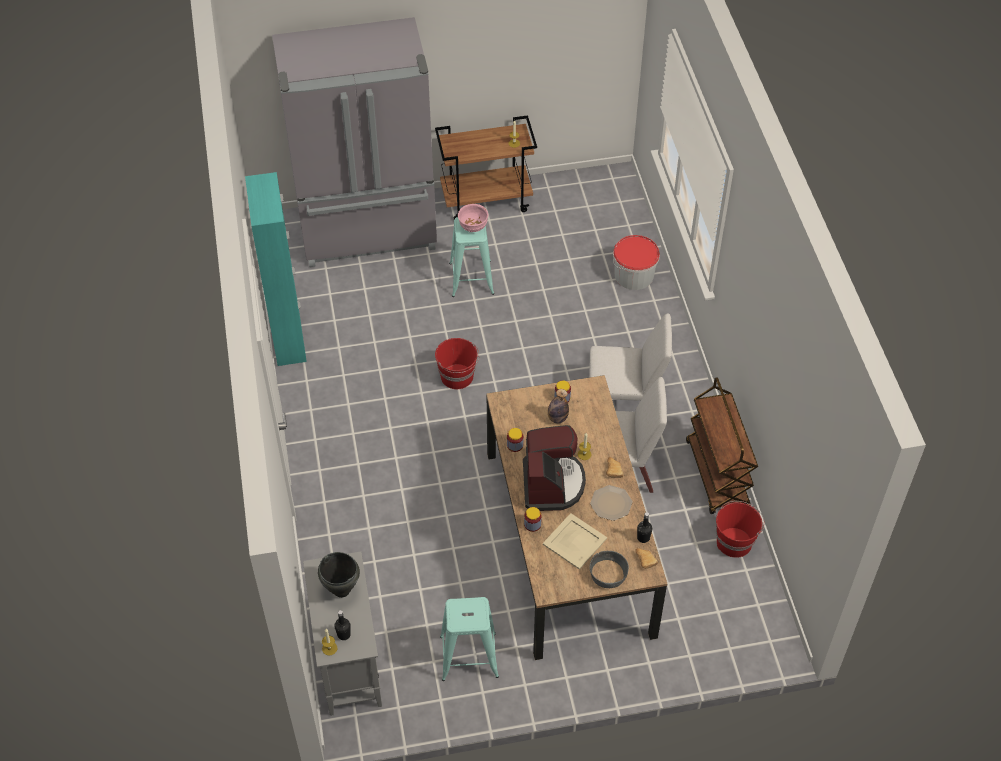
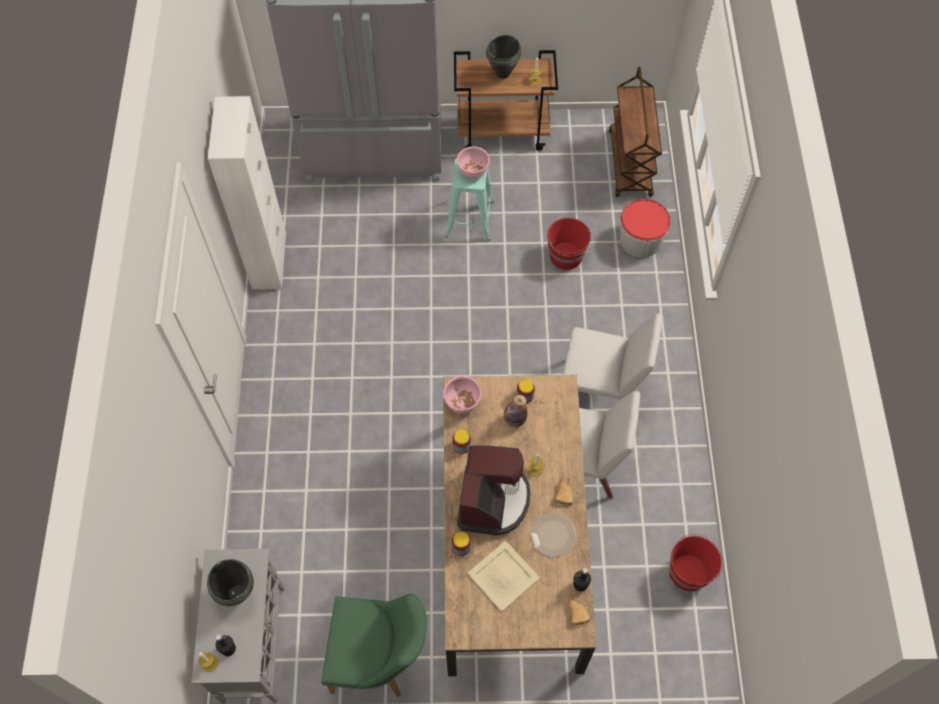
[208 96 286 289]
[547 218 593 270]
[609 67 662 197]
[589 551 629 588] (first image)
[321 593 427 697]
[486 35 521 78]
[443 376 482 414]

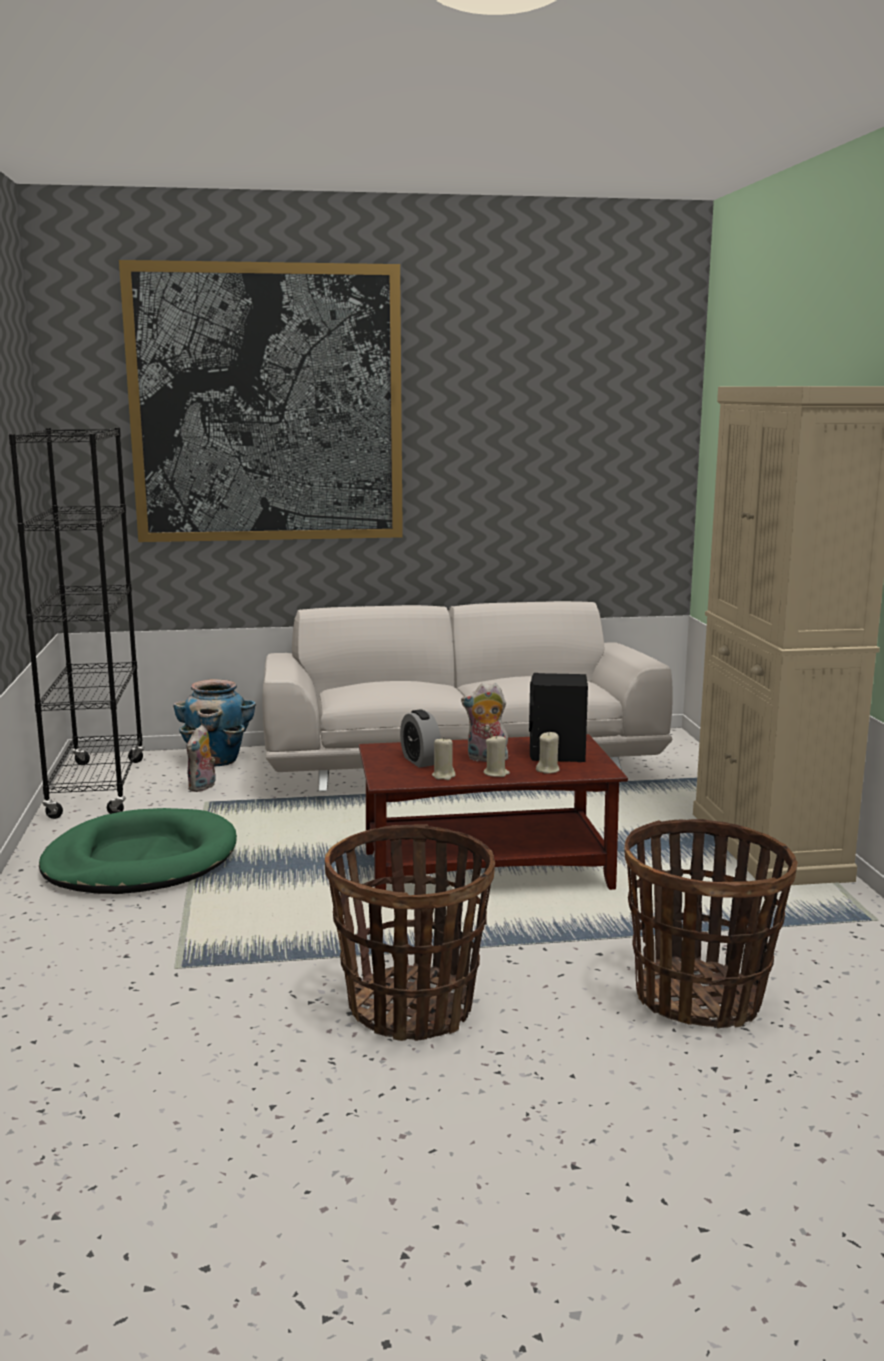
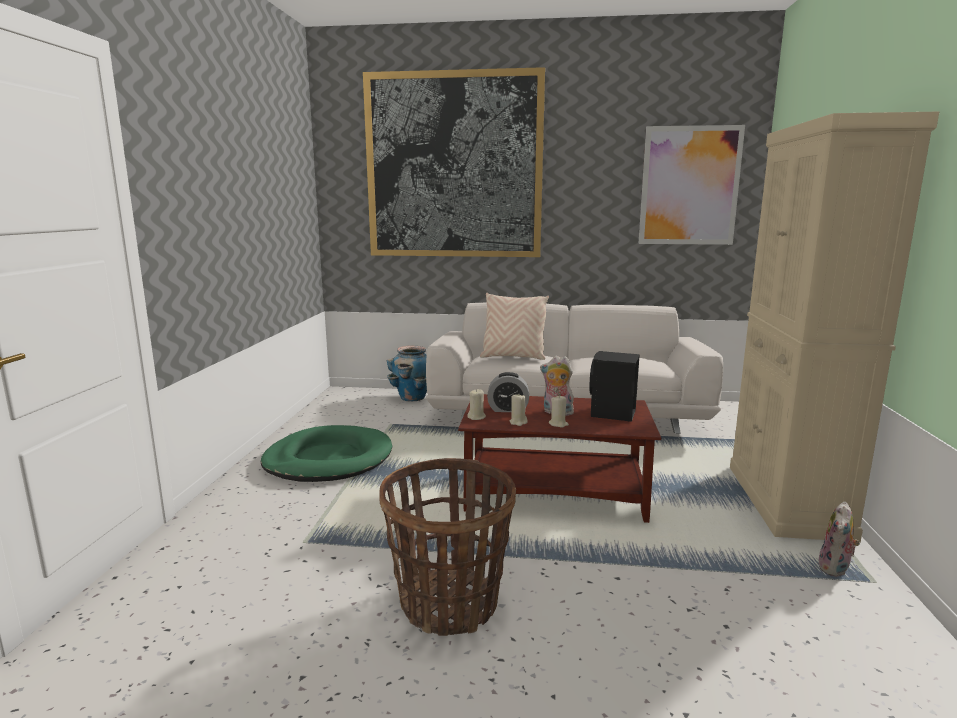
[9 428 145 819] (first image)
[487 372 529 412]
[818 502 860 577]
[467 389 486 420]
[625 819 798 1028] (first image)
[638 125 745 245]
[480 293 549 360]

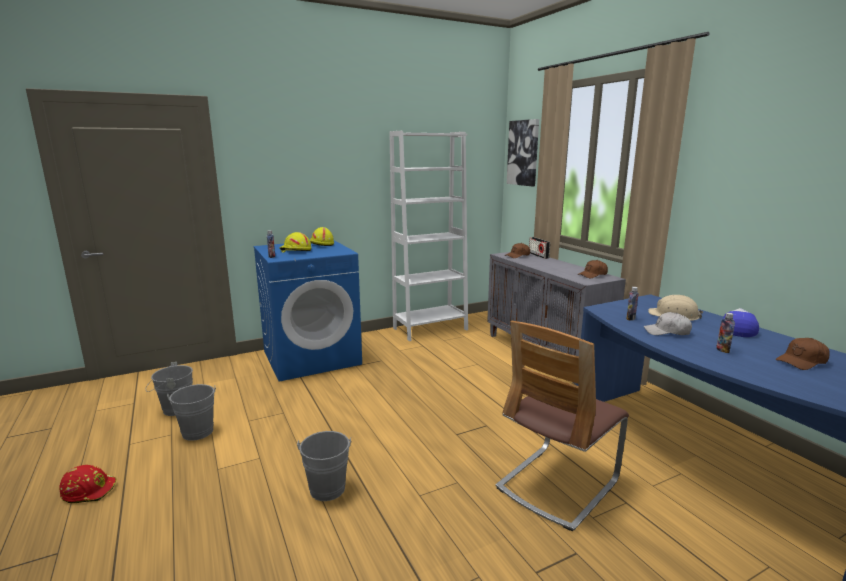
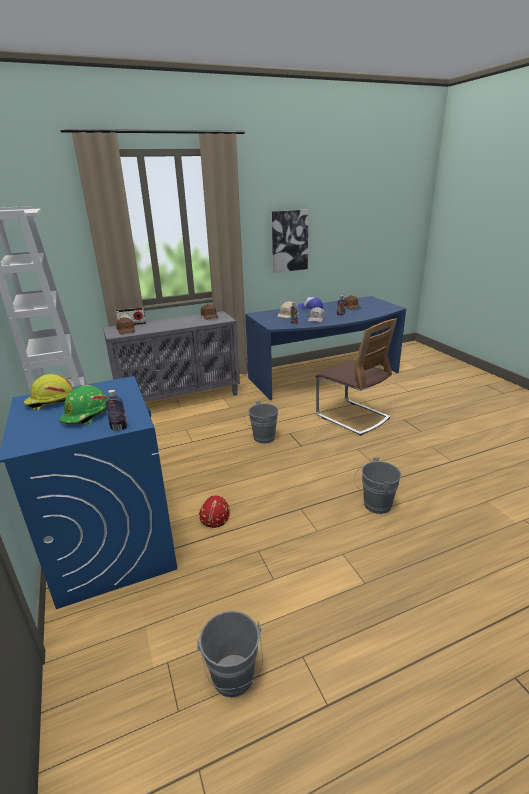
[272 210 309 273]
[59 385 107 425]
[244 401 278 444]
[199 496 230 528]

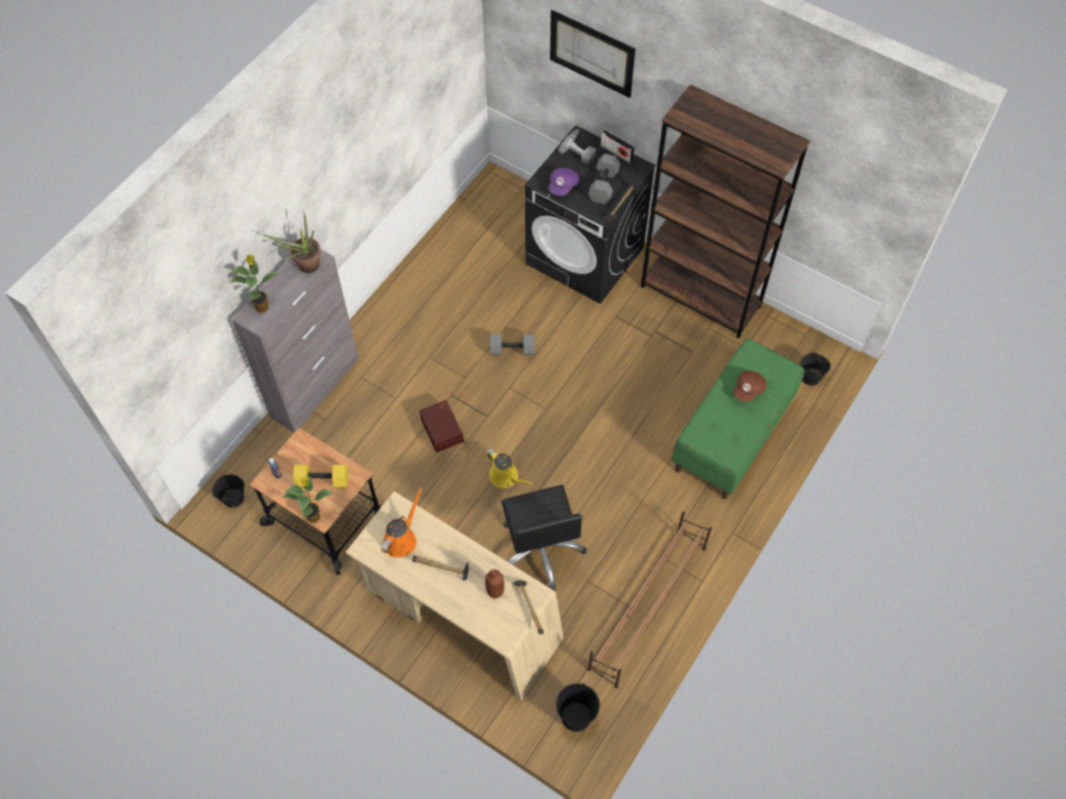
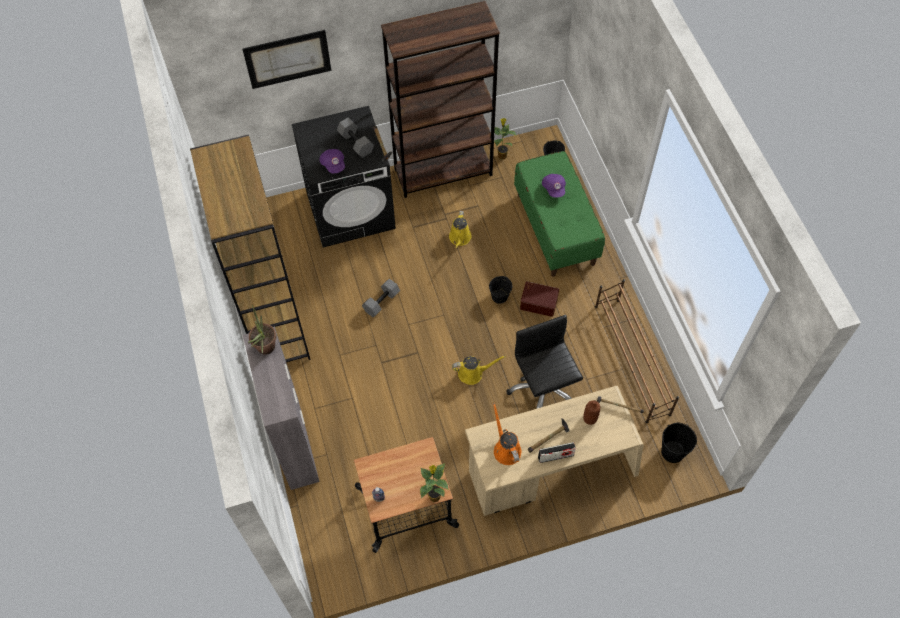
[558 129 596 165] (first image)
[538 442 576 463]
[494 118 516 160]
[542 174 566 198]
[520 281 559 317]
[293 464 349 488] (first image)
[489 276 512 304]
[506 315 583 409]
[190 135 311 362]
[449 211 472 248]

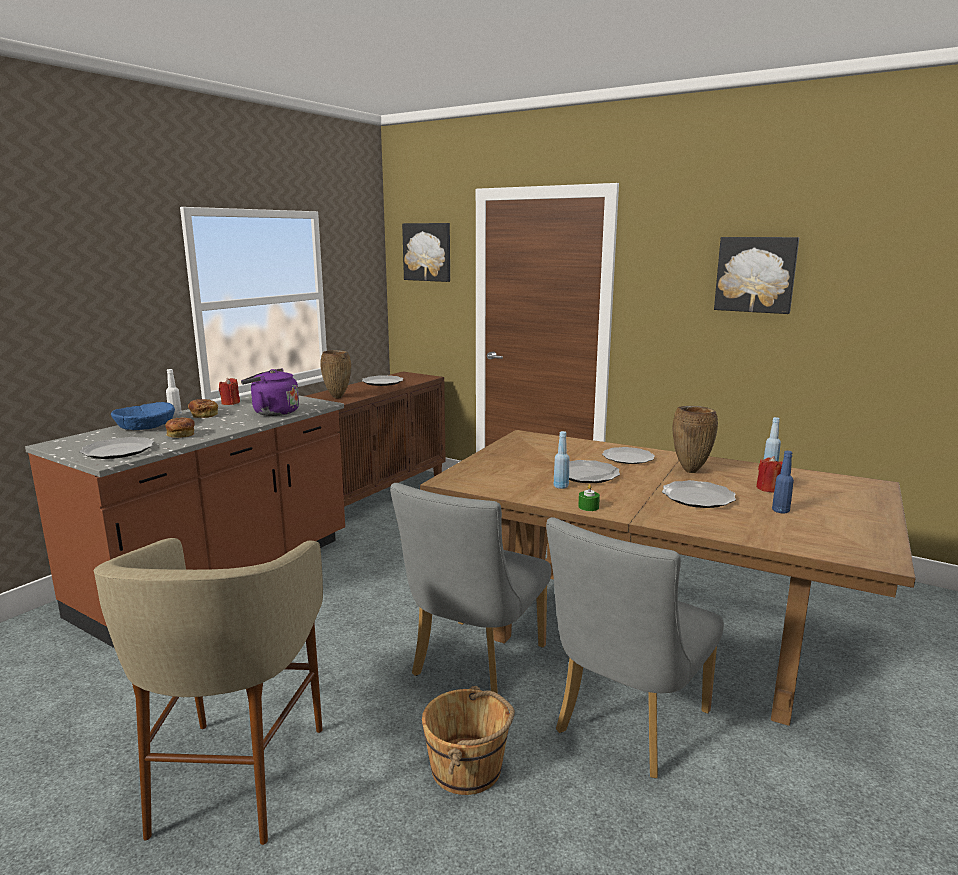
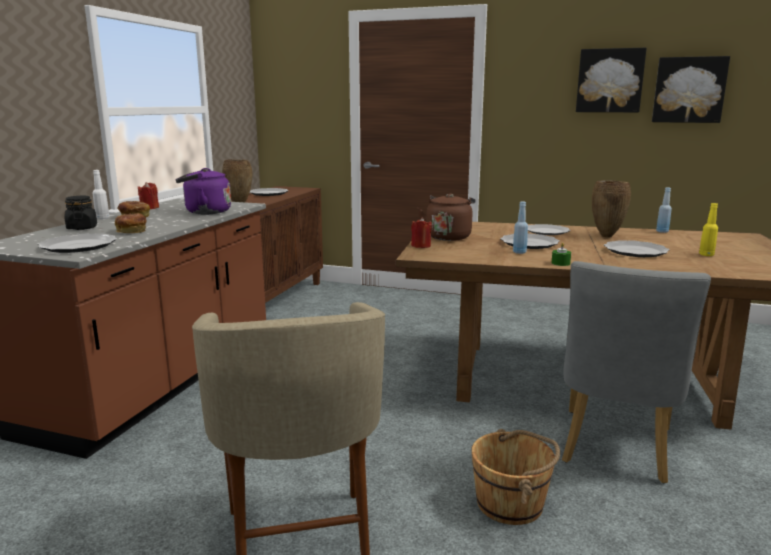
[652 56 730 123]
[64 196 97 230]
[699 203 718 256]
[411 217 432 248]
[390 483 551 694] (first image)
[417 193 476 241]

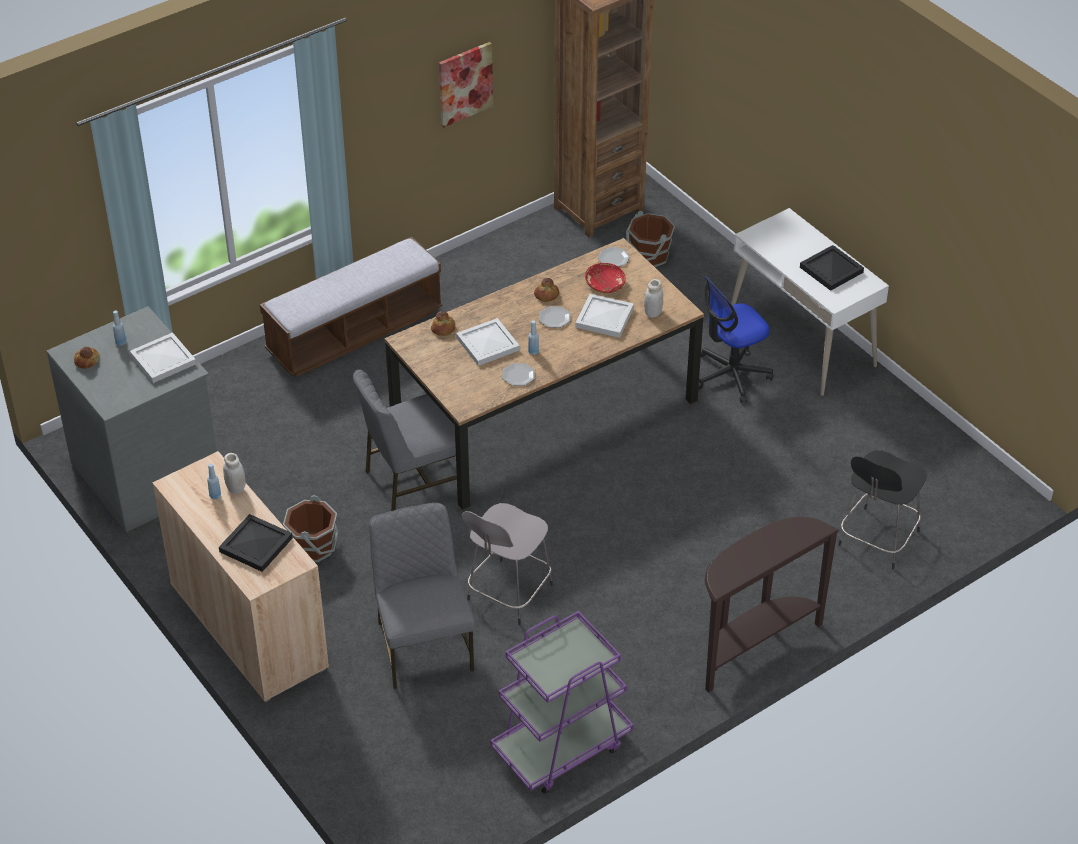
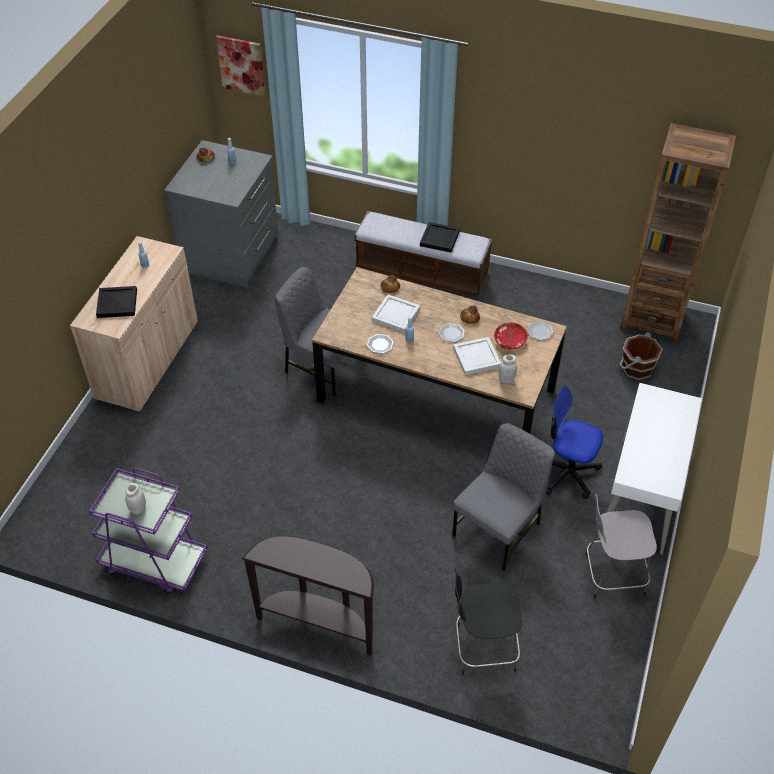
[216 35 266 97]
[420 222 460 252]
[130 332 196 383] (first image)
[125 483 146 515]
[283 495 339 563] (first image)
[452 423 555 571]
[585 494 657 598]

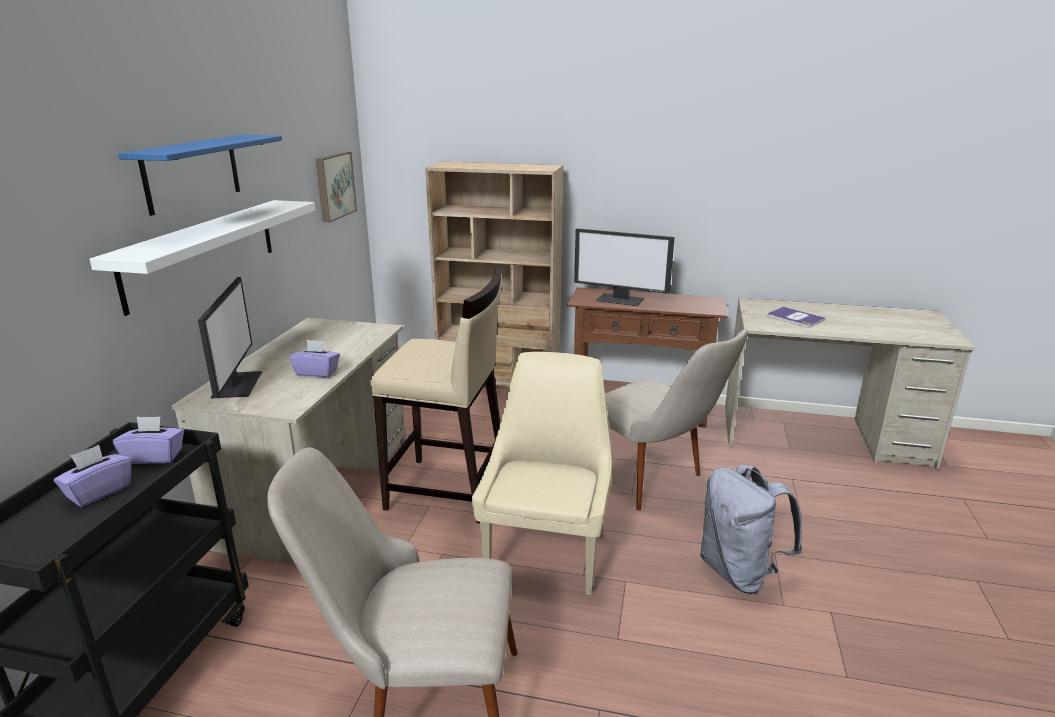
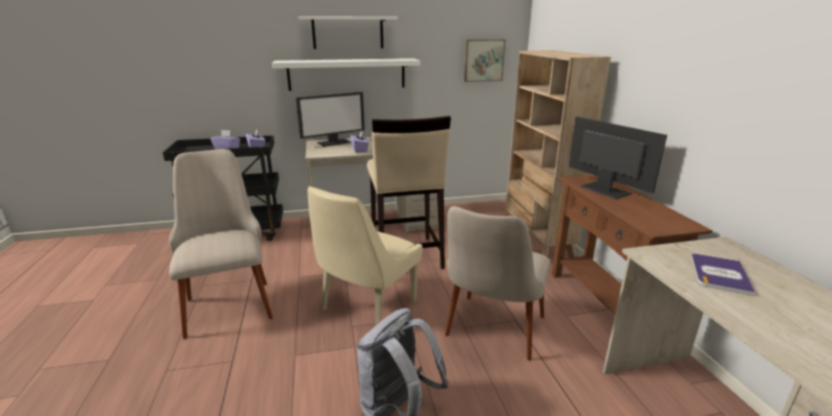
[299 16 398 49]
[568 117 667 199]
[307 186 422 326]

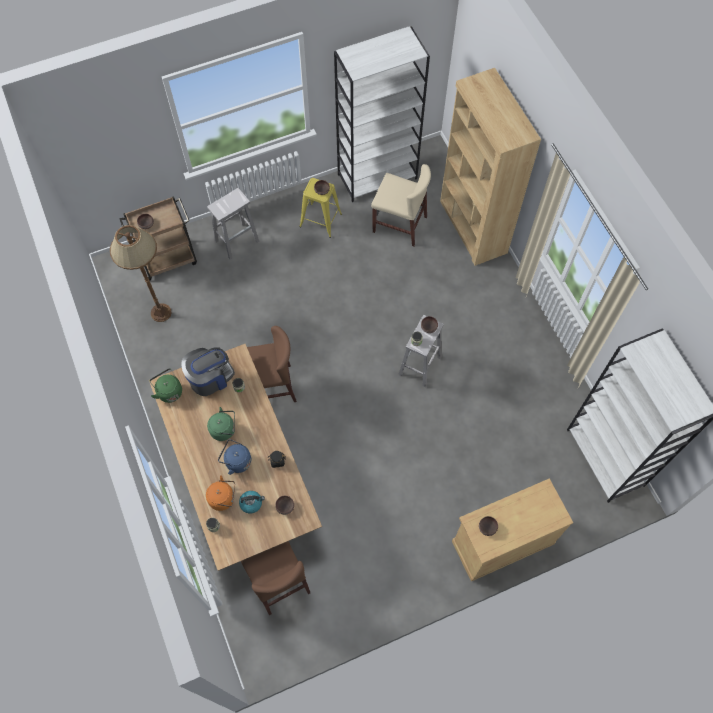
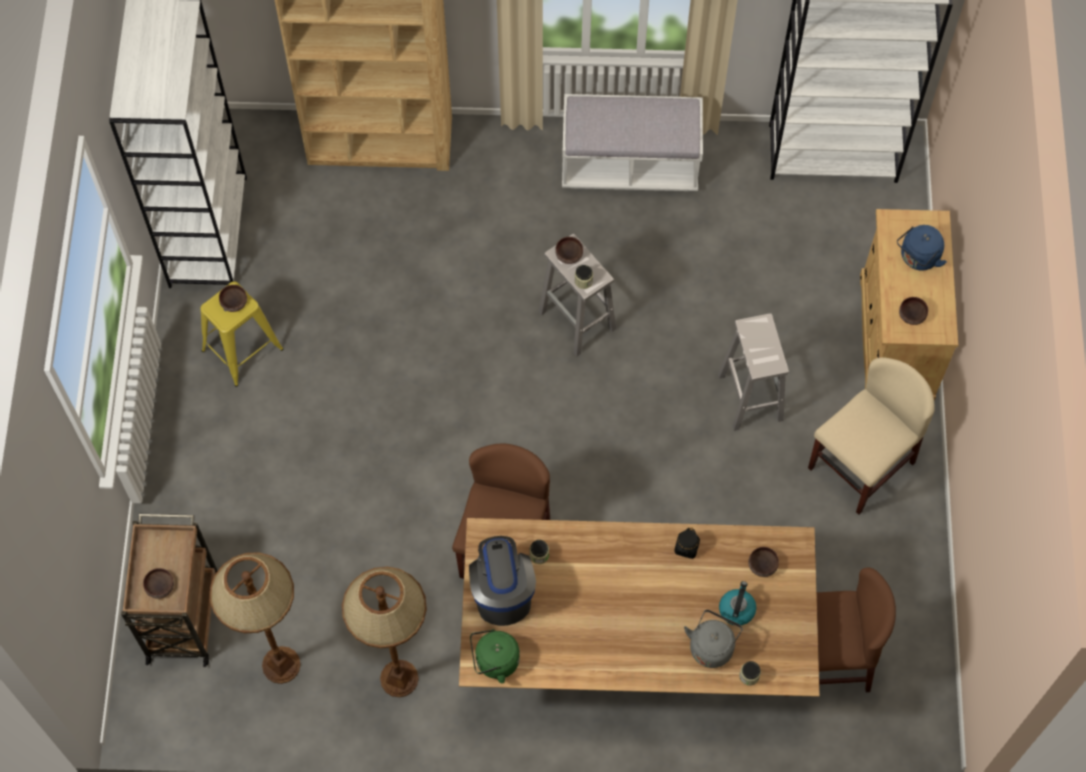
[808 357 935 515]
[718 313 789 431]
[207 407 235 441] (first image)
[897 225 947 271]
[684 610 743 668]
[562 94 703 191]
[342 567 427 697]

